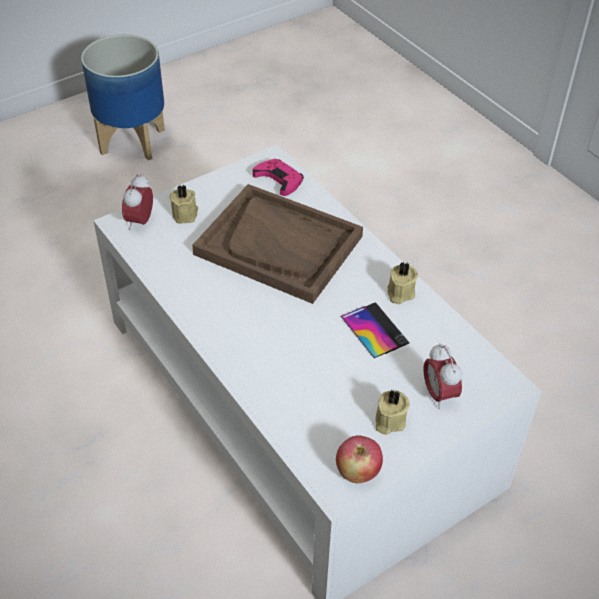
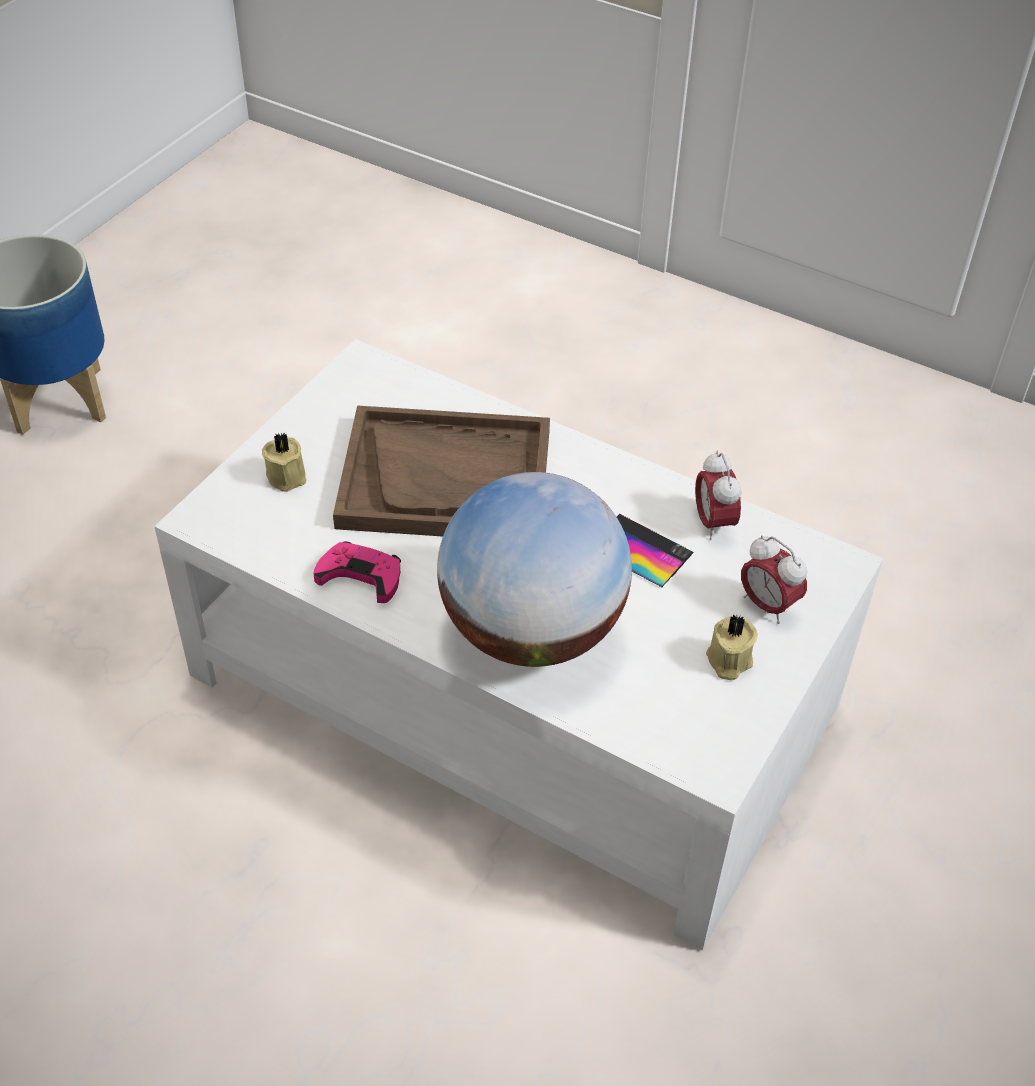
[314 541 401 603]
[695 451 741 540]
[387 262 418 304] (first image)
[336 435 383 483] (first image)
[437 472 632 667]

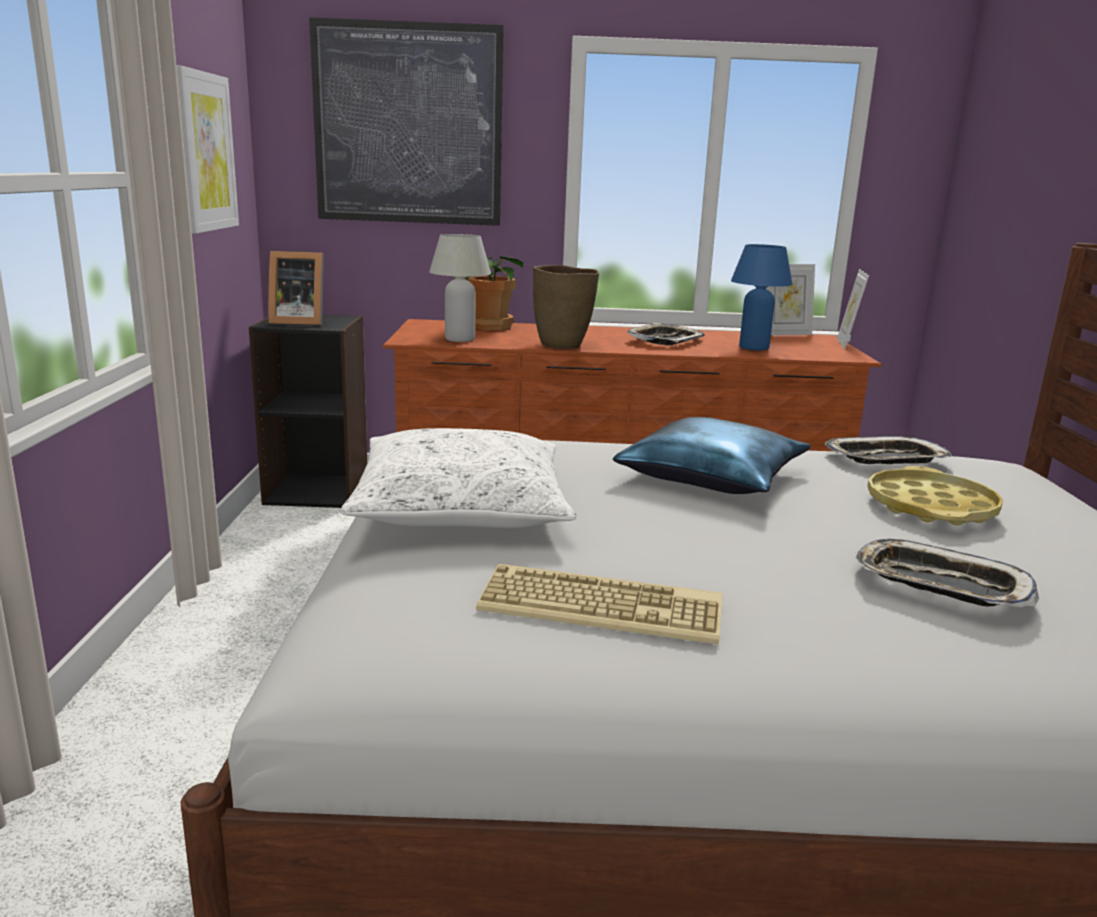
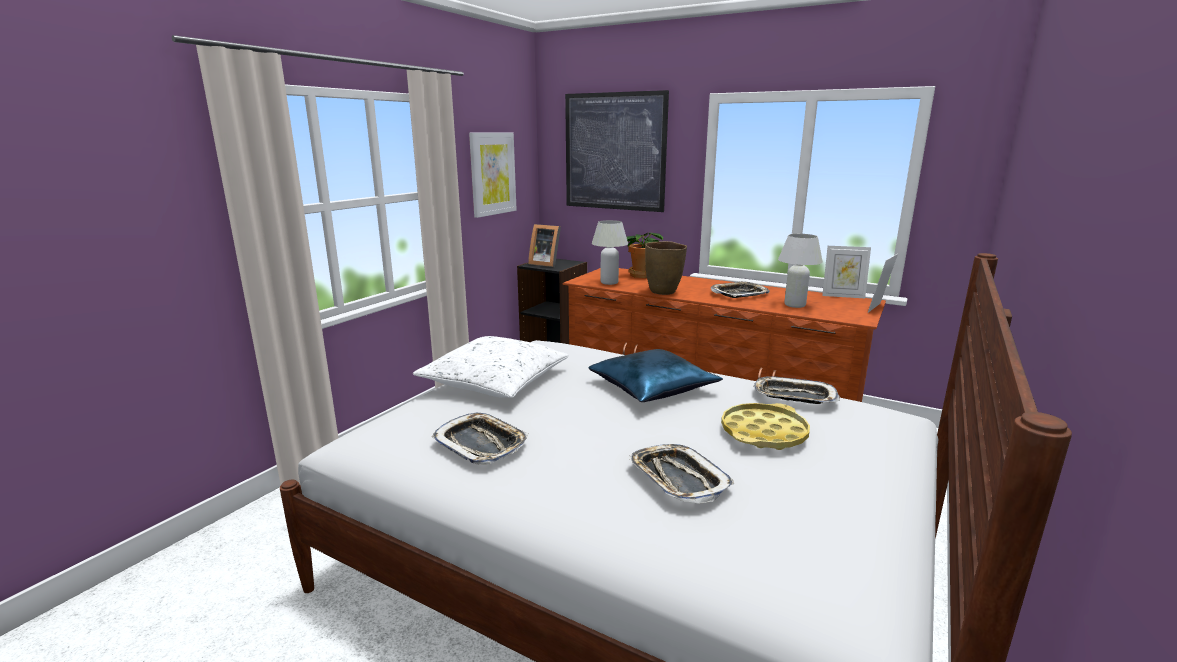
[778 234 823 308]
[432 413 529 465]

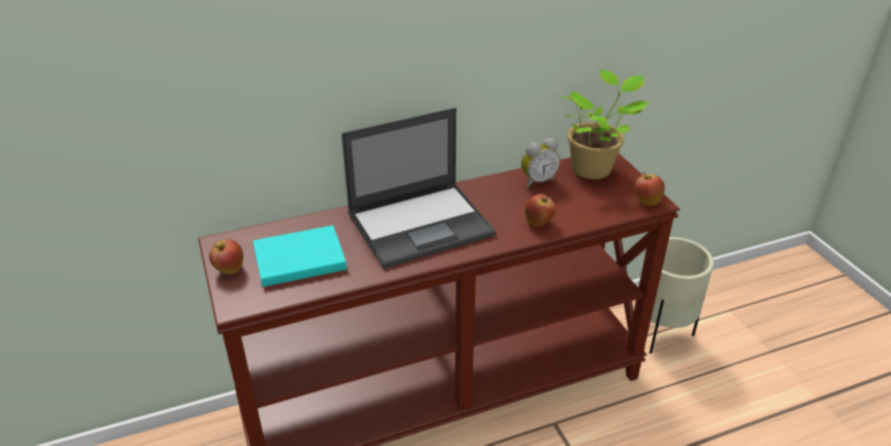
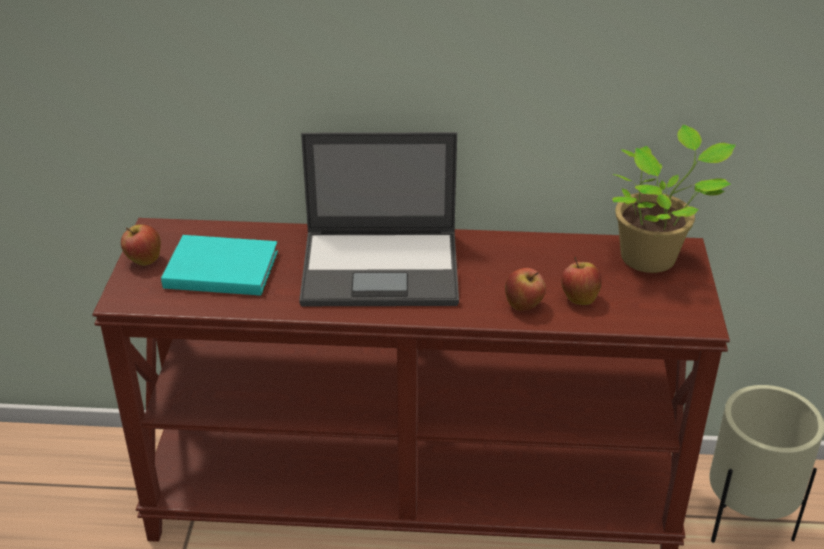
[521 138 560 188] (first image)
[561 257 601 305]

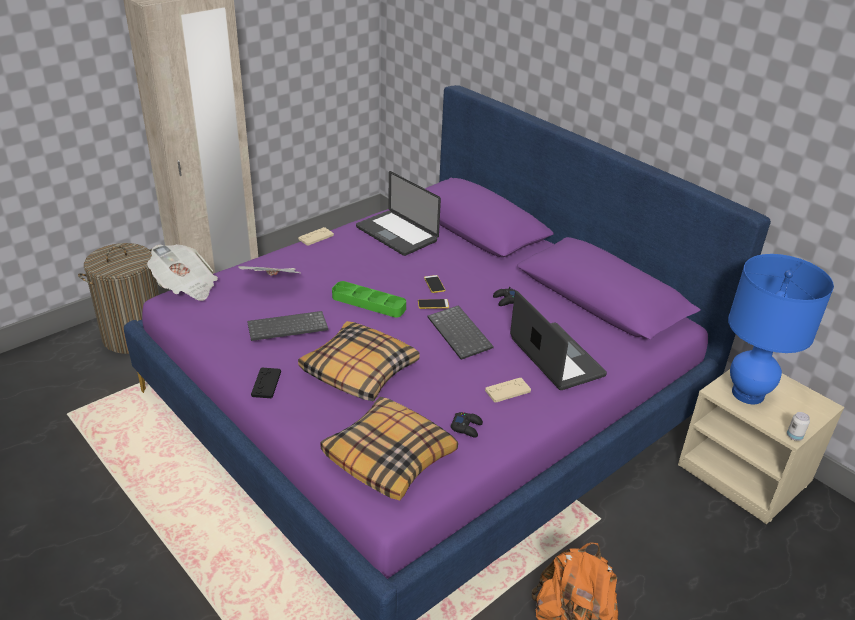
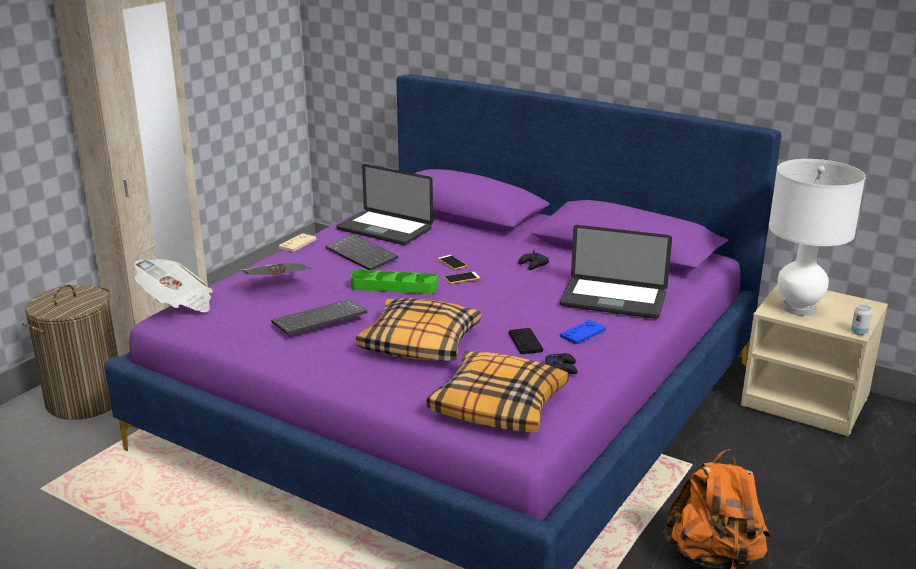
[769 159 866 316]
[560 225 672 319]
[325 234 399 270]
[509 328 543 354]
[560 320 606 344]

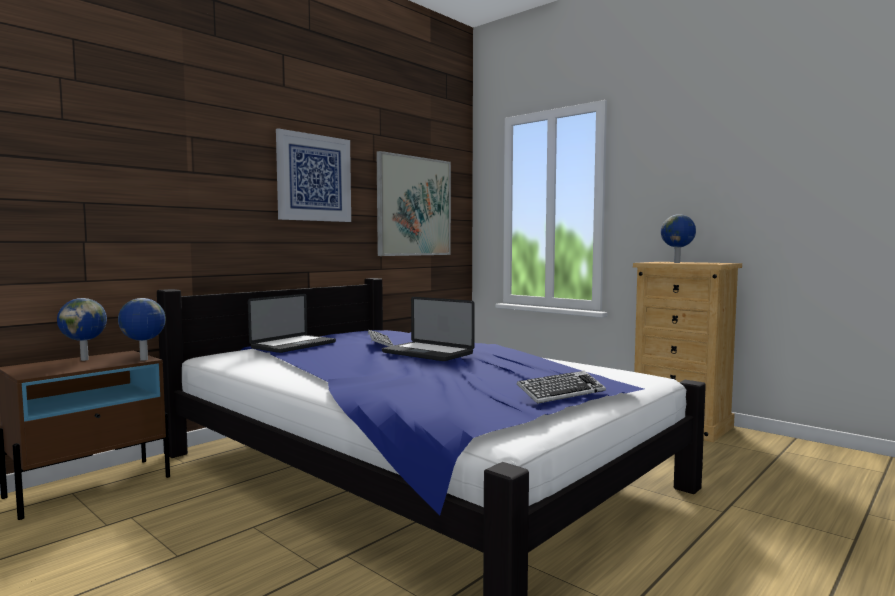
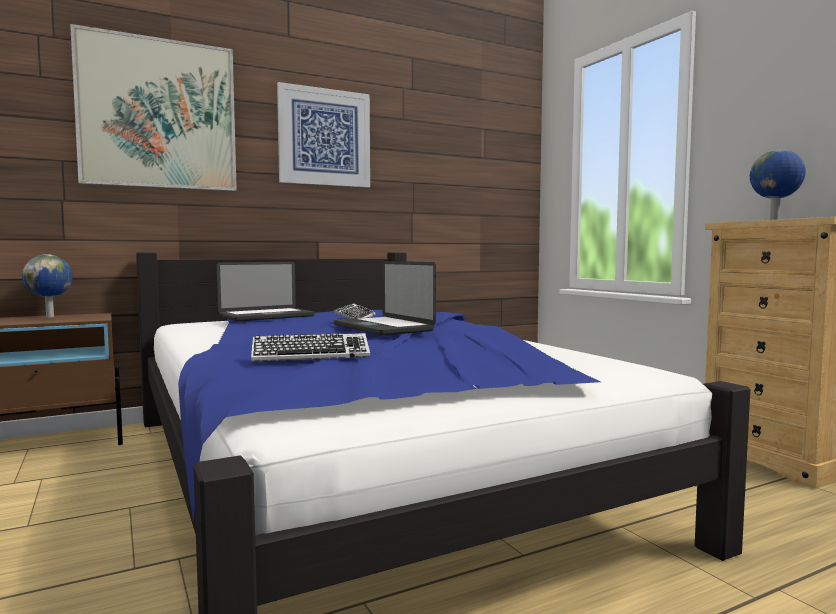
[70 24 237 191]
[118 298 166 361] (first image)
[251 333 370 361]

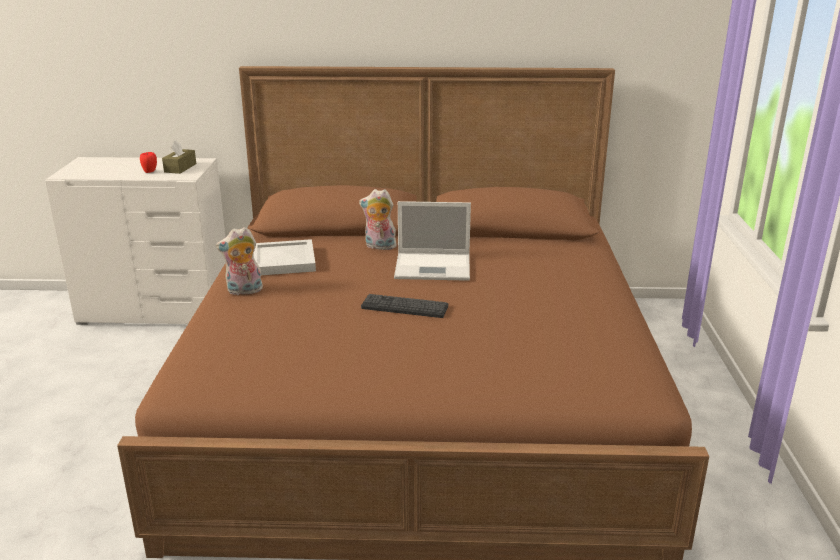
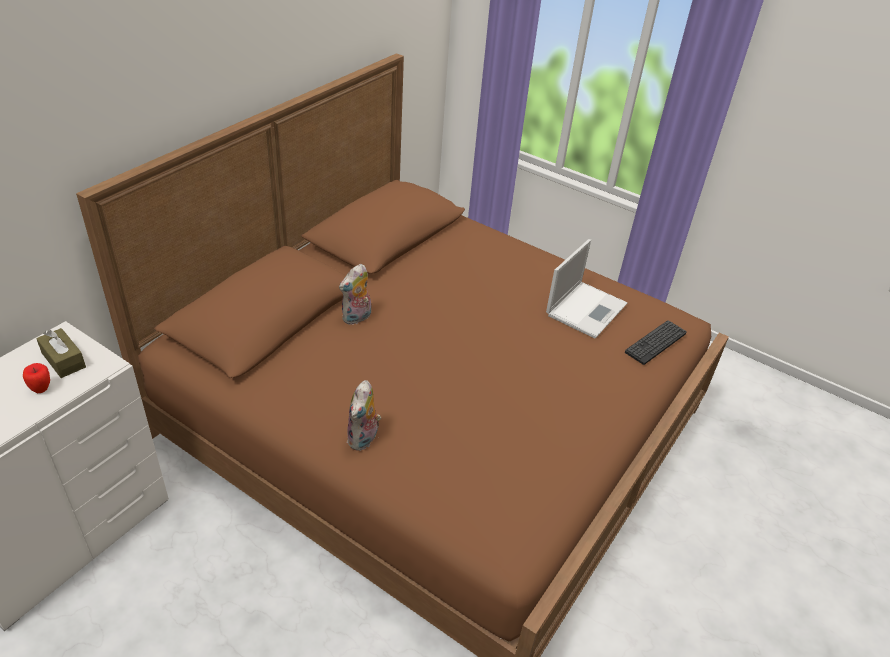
[546 239 627 338]
[253 239 316 275] (first image)
[625 320 687 365]

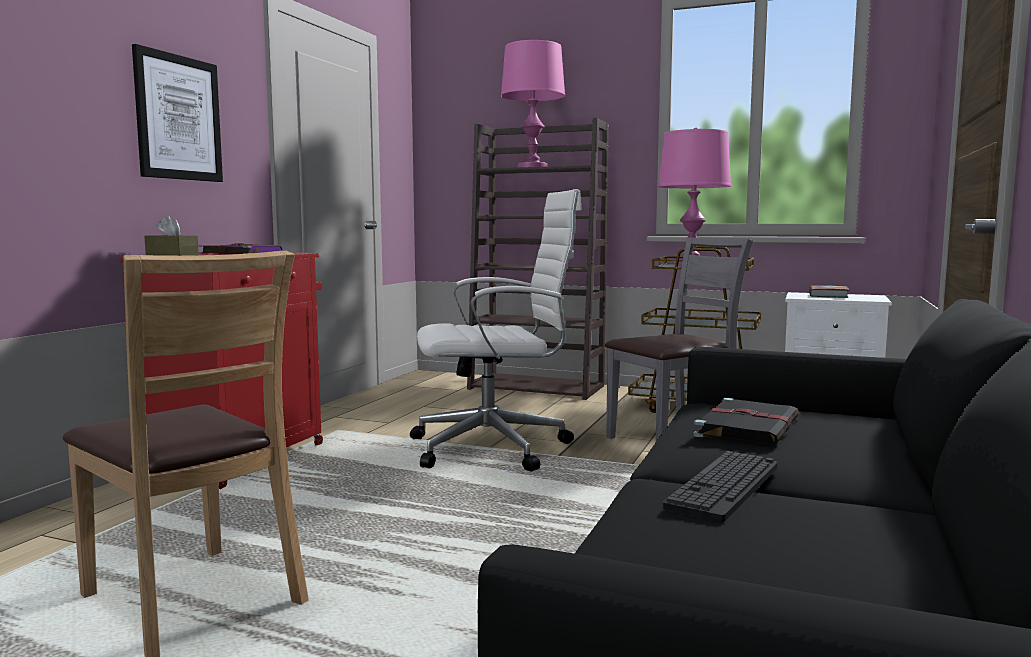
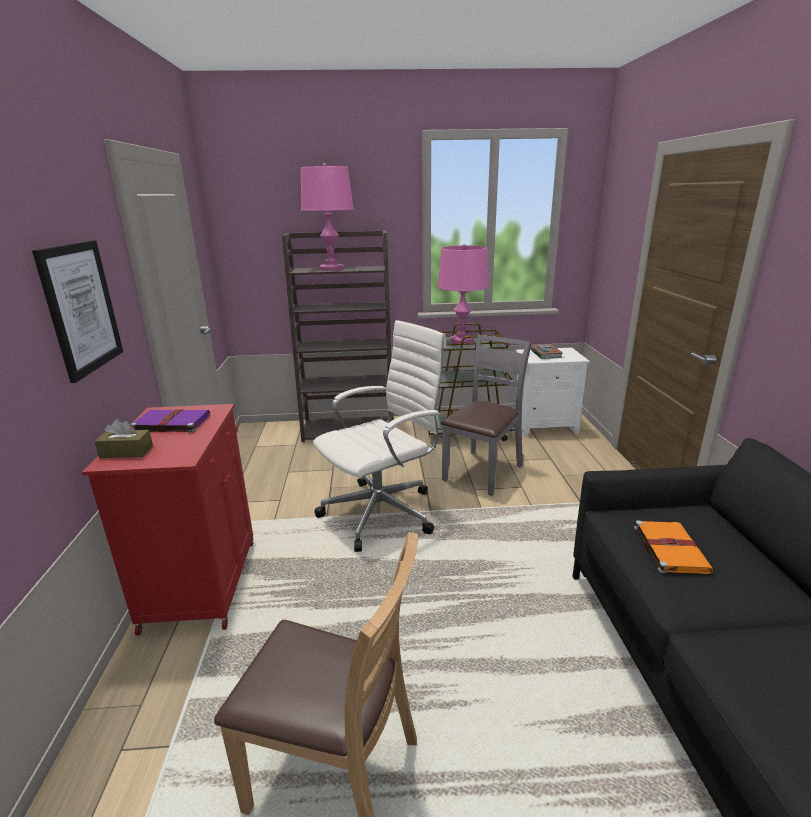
[634 521 713 574]
[663 451 778 522] (first image)

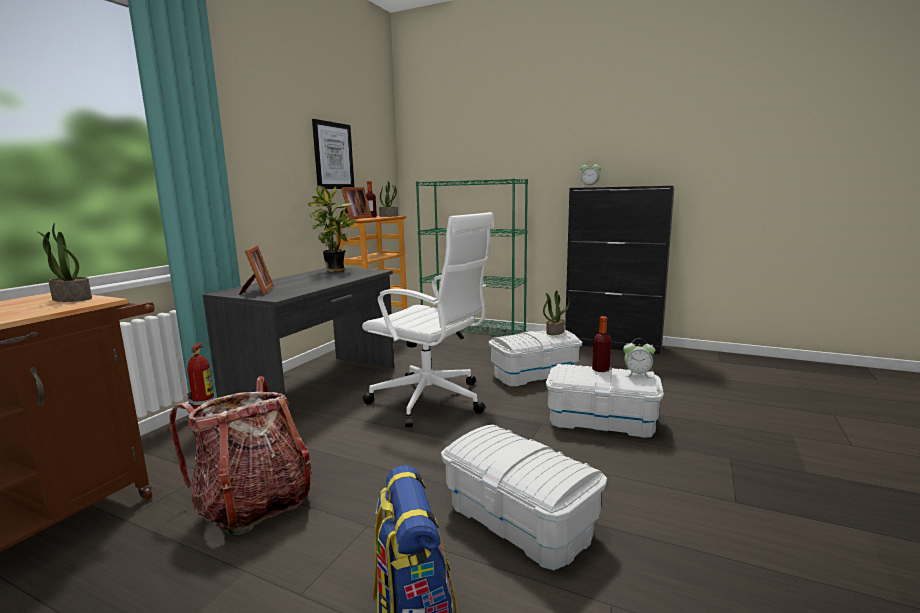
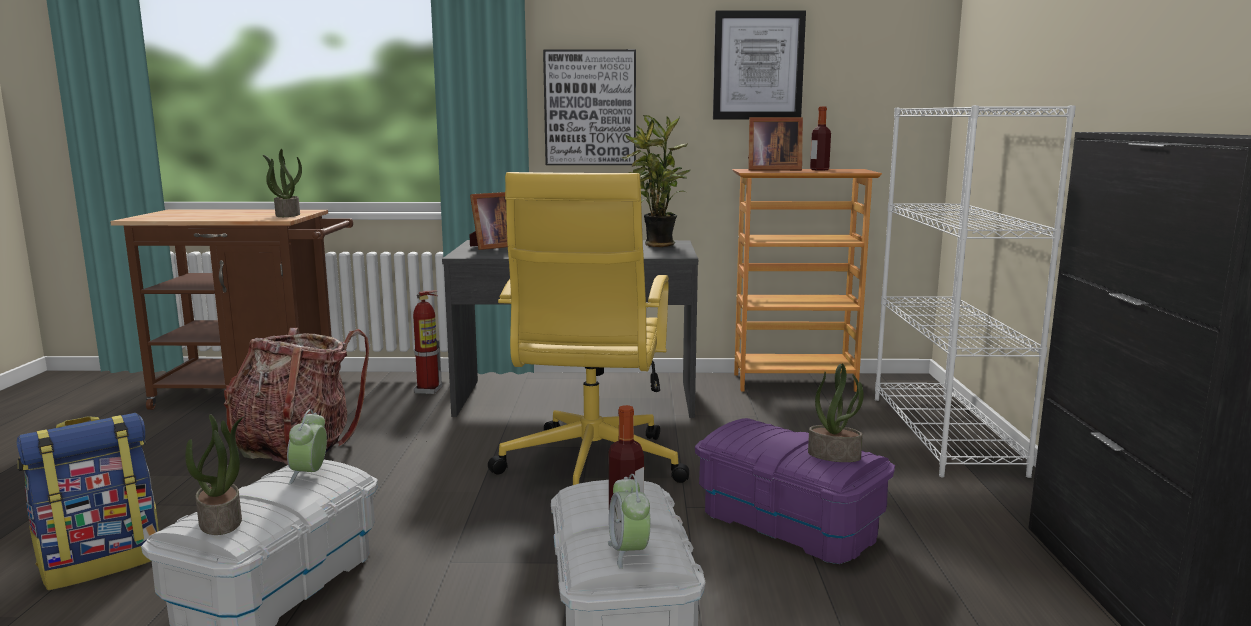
[287 409 327 485]
[875 105 1076 478]
[185 414 244 535]
[488 172 689 485]
[695 418 895 564]
[543 49 636 165]

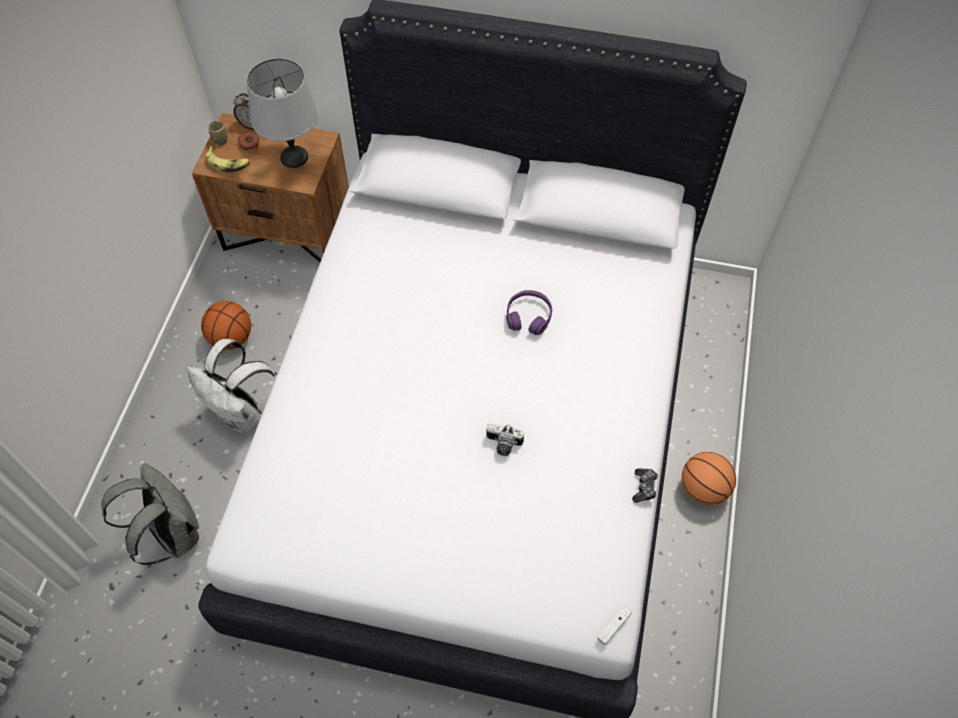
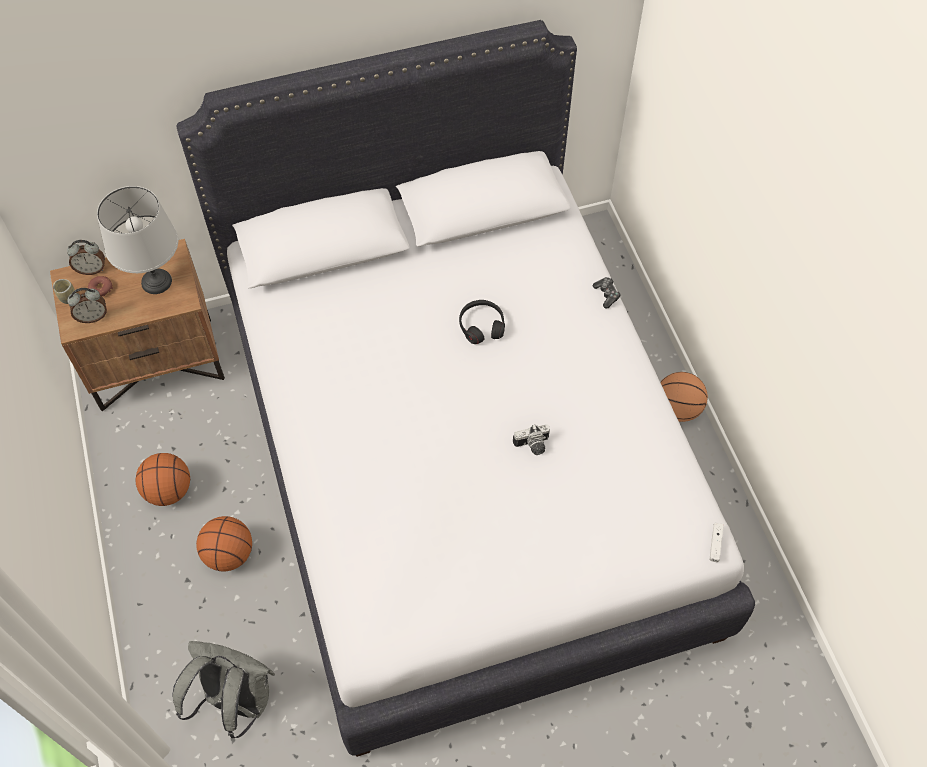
[67 288 107 323]
[459 300 505 344]
[196 516 252 572]
[592 277 621 308]

